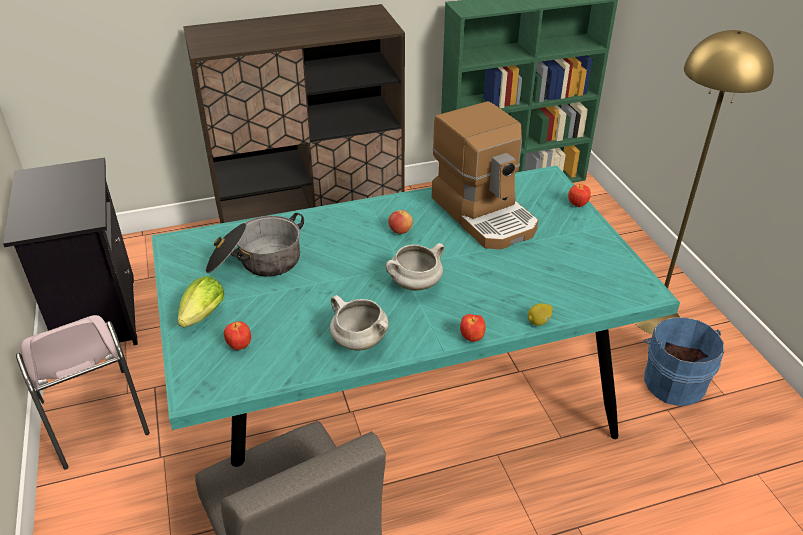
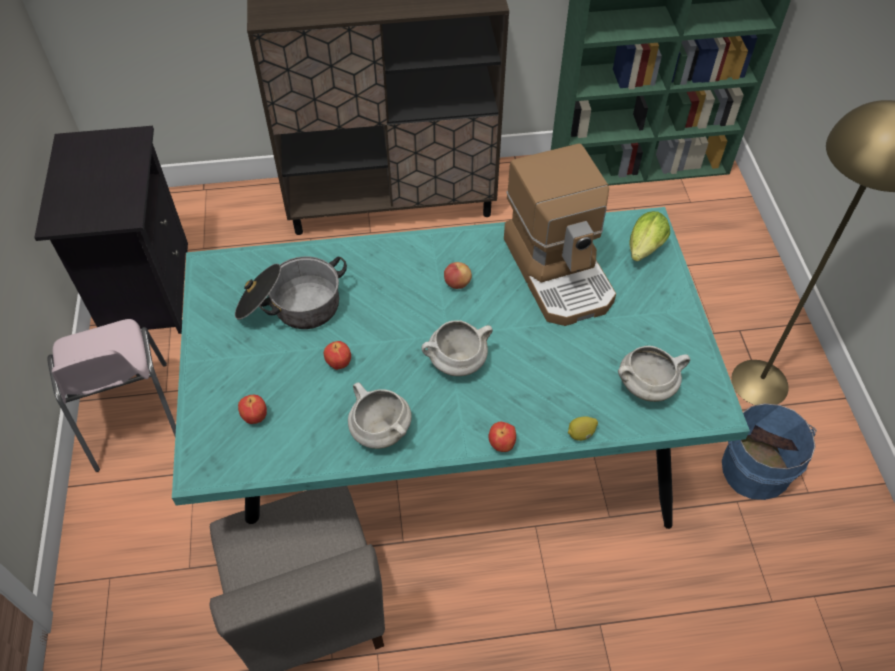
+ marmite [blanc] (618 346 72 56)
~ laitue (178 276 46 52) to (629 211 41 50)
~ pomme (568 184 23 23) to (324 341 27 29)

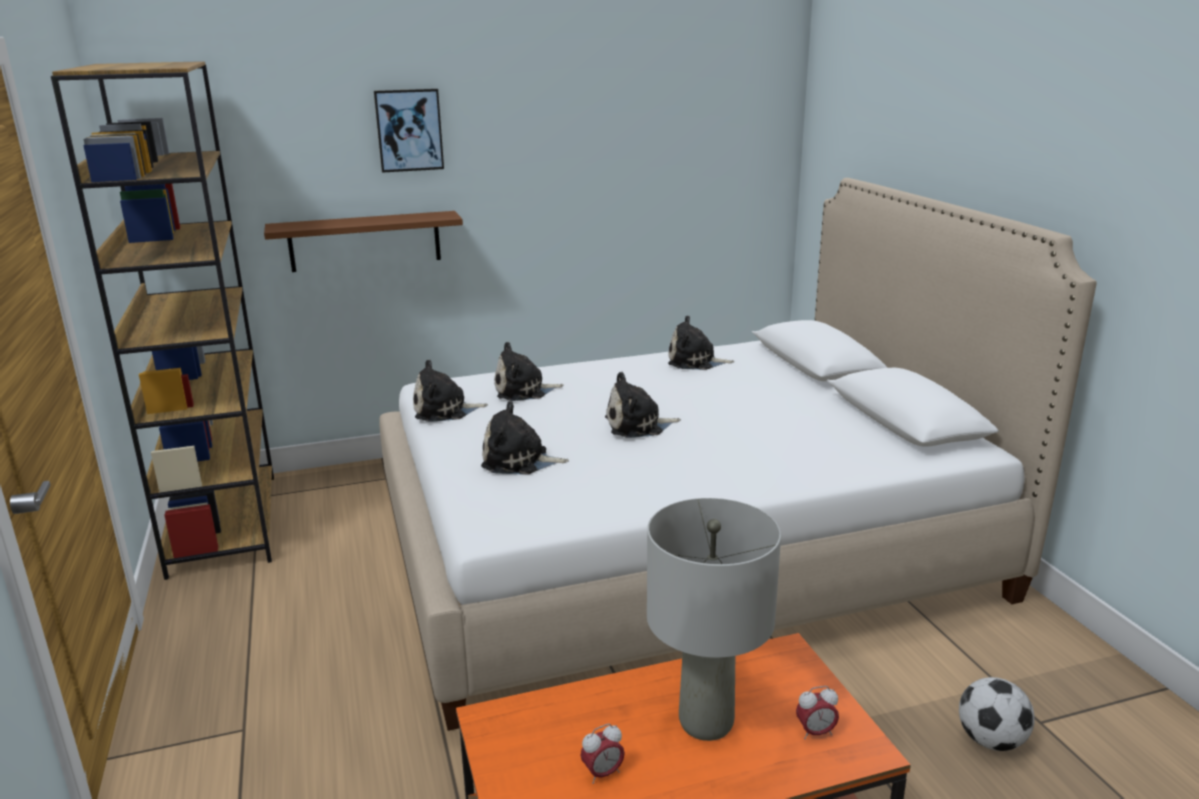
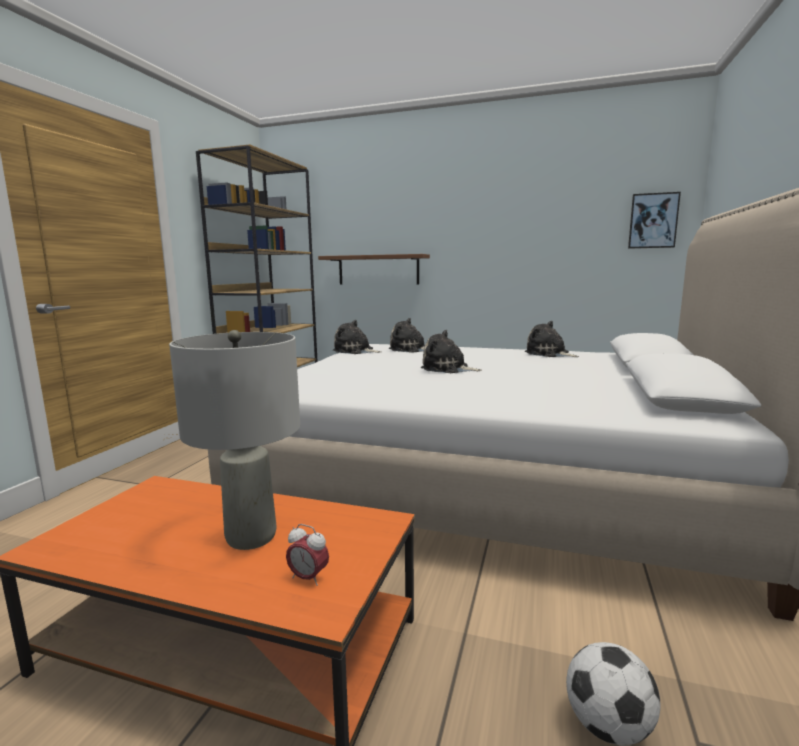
- peluche (481 401 88 73)
- réveil (580 724 45 60)
~ tableau (374 89 70 84) to (628 192 53 57)

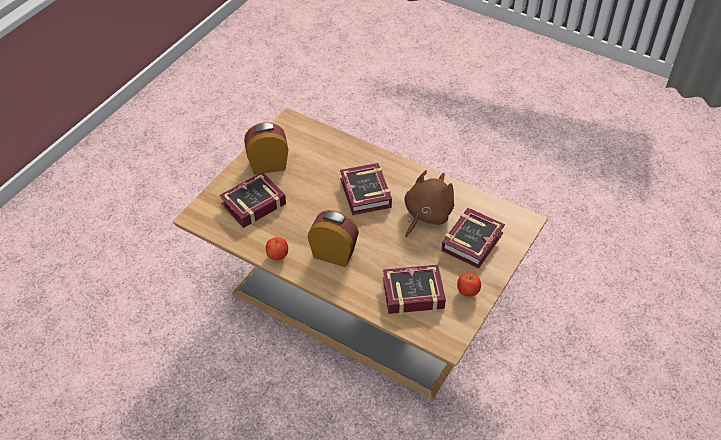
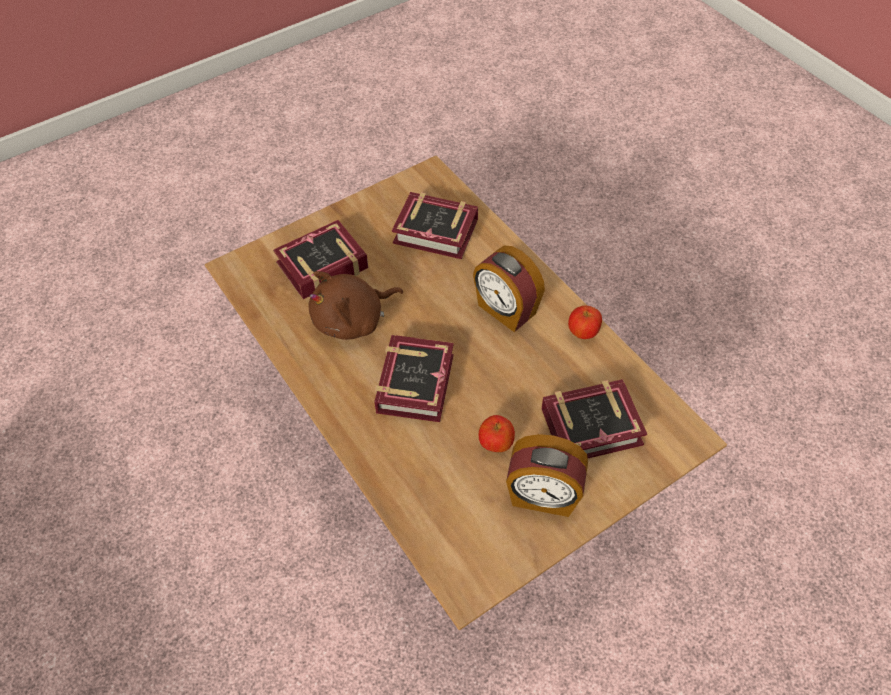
~ pomme (457 273 24 24) to (479 415 36 37)

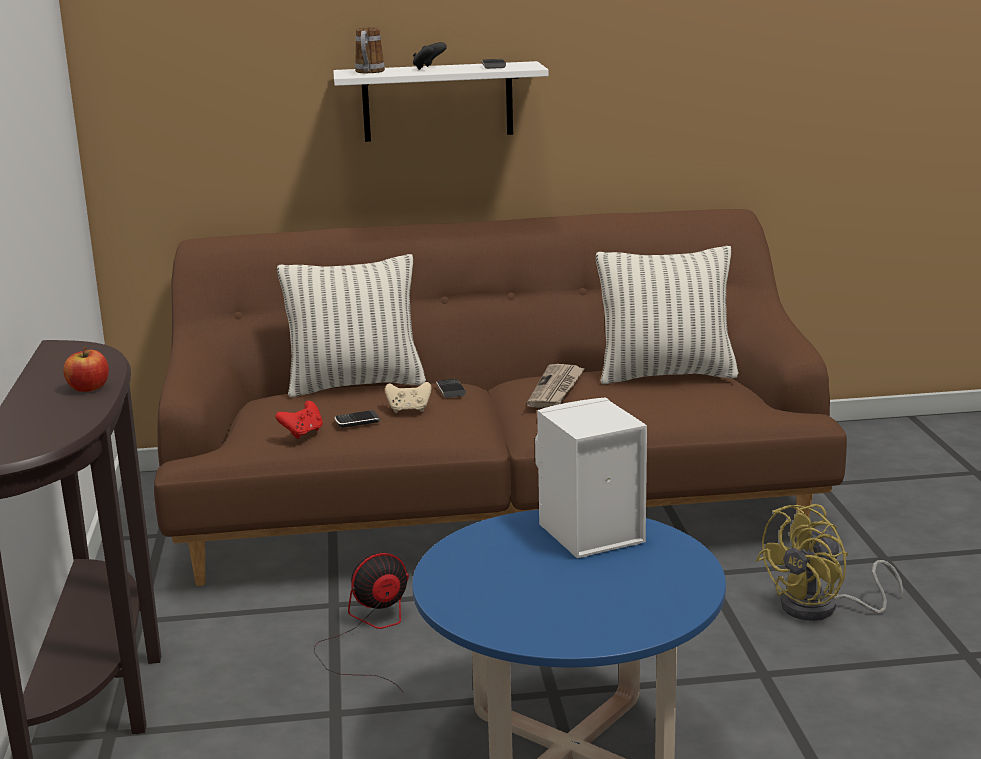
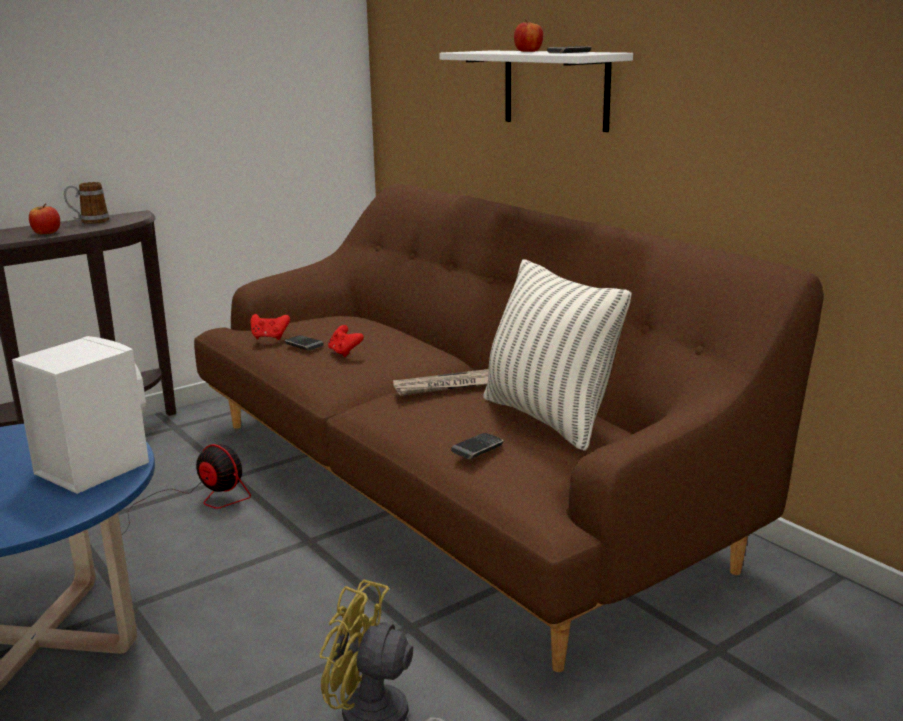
- coussin (277 254 149 143)
~ mug (355 27 30 46) to (64 182 45 42)
~ téléphone (436 379 30 19) to (451 433 52 26)
~ manette [noir] (413 42 34 28) to pomme (514 19 29 33)
~ manette [beige] (385 382 46 31) to manette [rouge] (328 325 36 32)

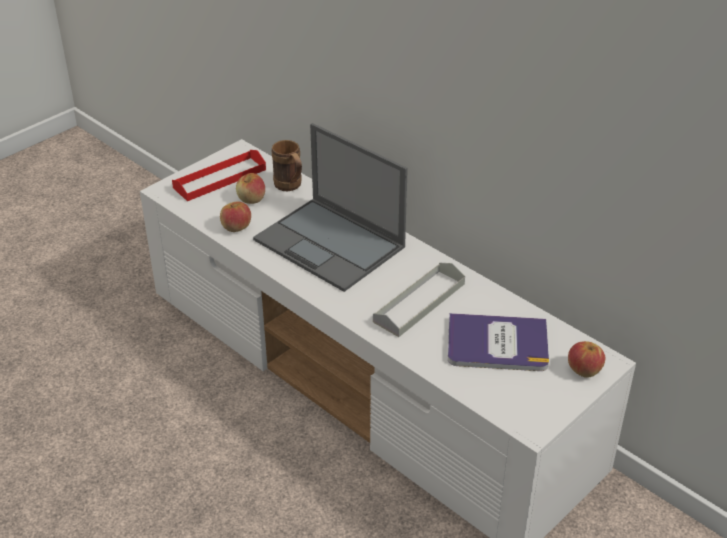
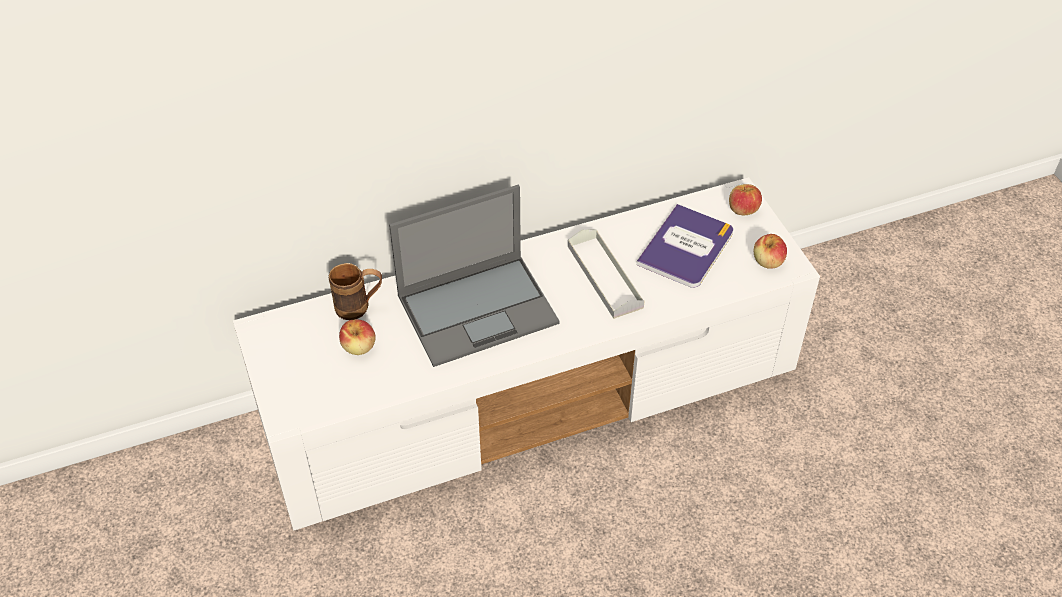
- plateau [rouge] (172 150 94 51)
~ pomme (220 201 31 31) to (754 234 33 35)

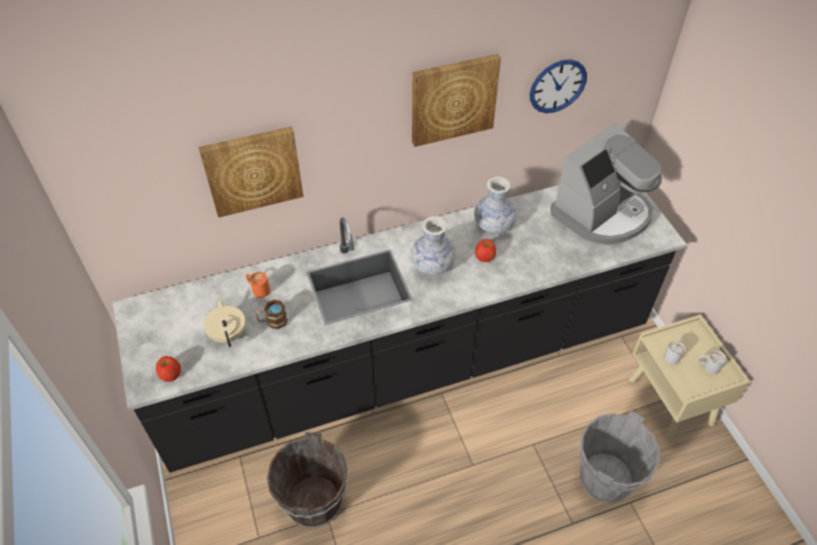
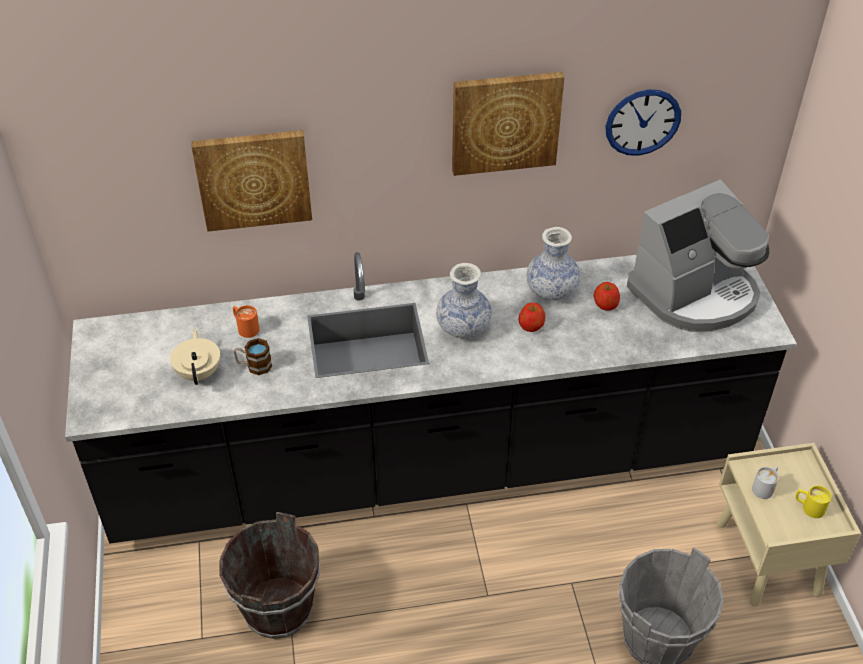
~ pomme (156 356 25 26) to (594 282 26 29)
~ mug [blanc] (698 350 28 24) to mug [jaune] (795 486 36 32)

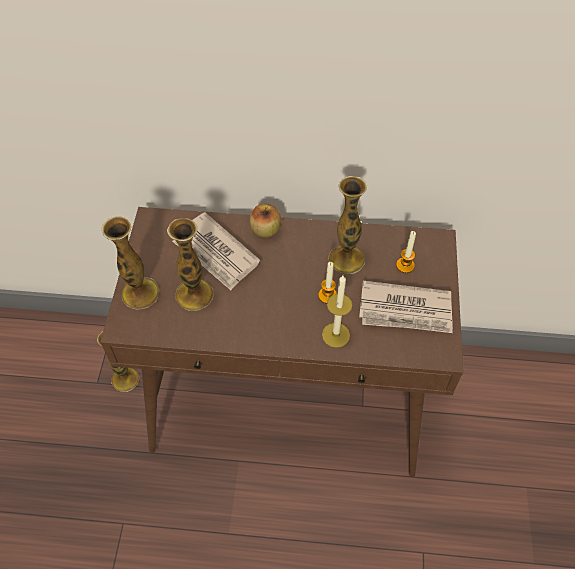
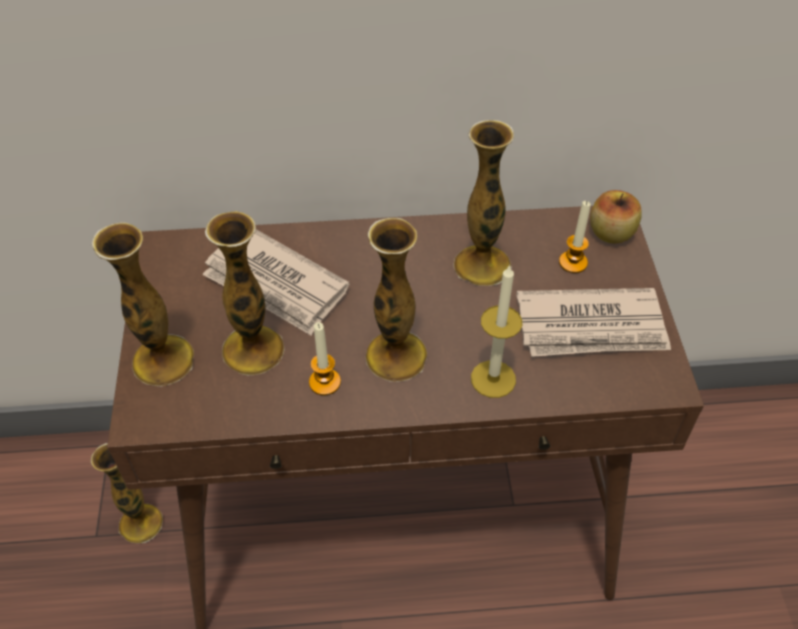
+ vase (366 218 61 164)
~ pomme (250 204 31 33) to (590 190 52 54)
~ bougie (318 262 19 42) to (309 322 32 74)

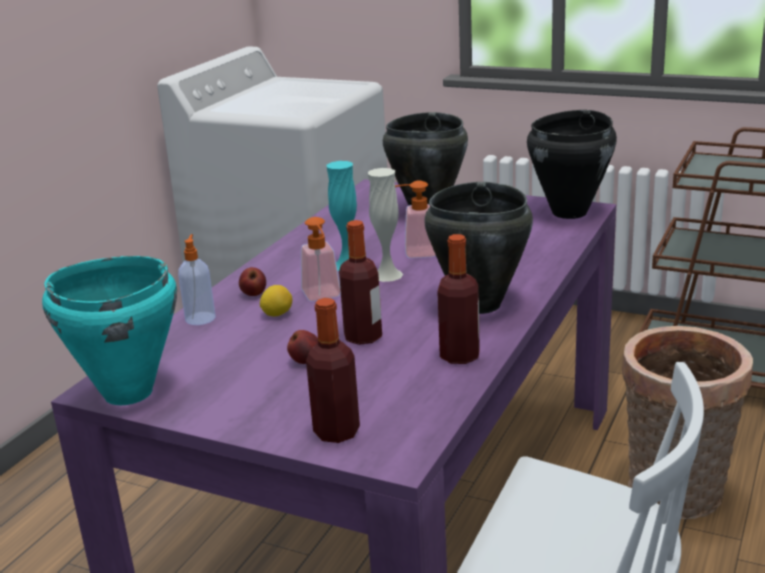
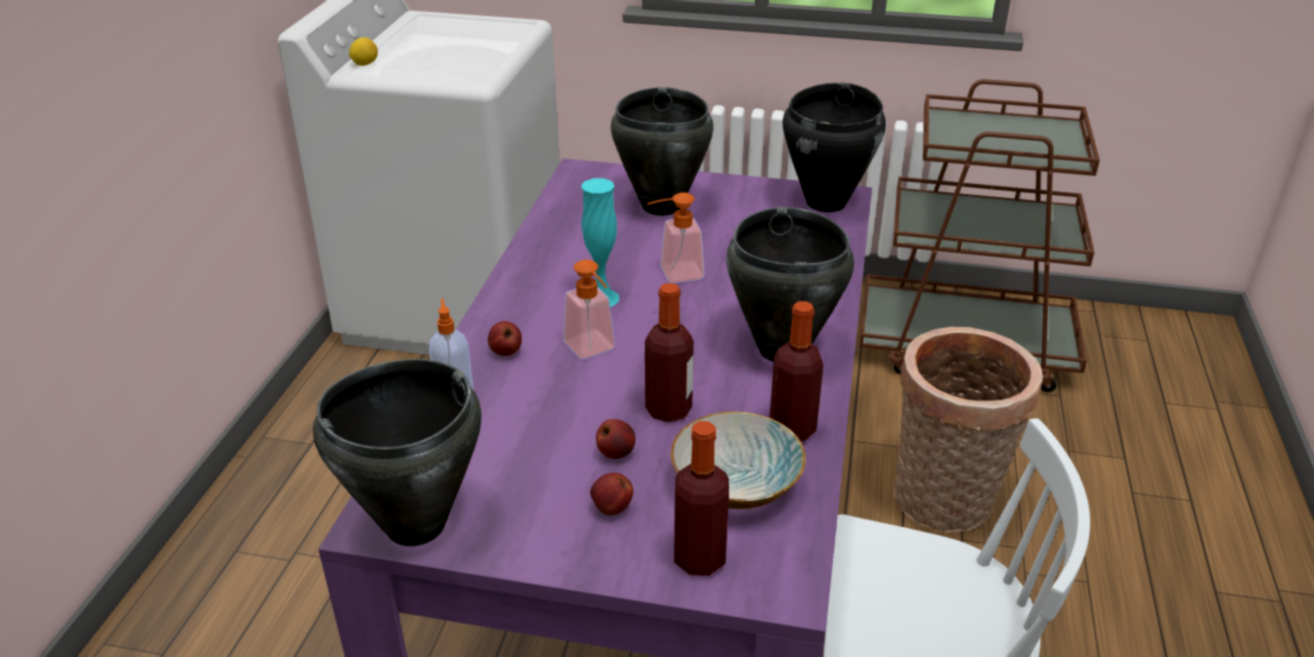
- vase [blanc] (368 168 35 114)
+ pomme (590 473 43 43)
+ bol (671 411 135 98)
~ citron (260 285 32 32) to (349 37 29 29)
~ marmite [turquoise] (42 256 135 149) to marmite [noir] (313 359 169 187)

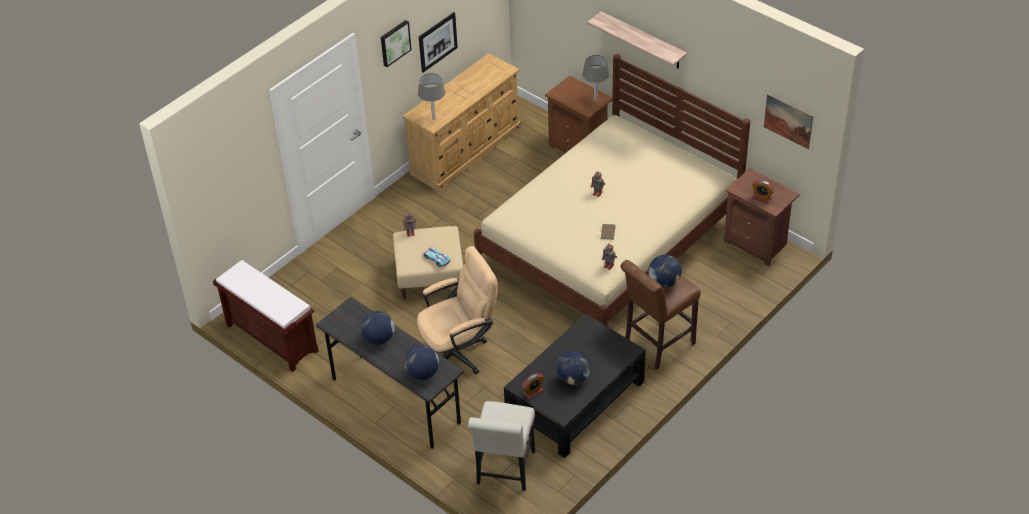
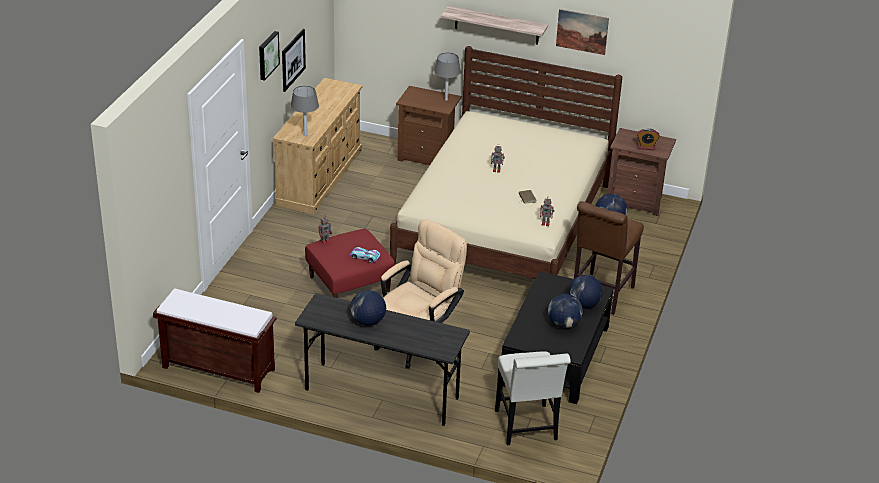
- réveil (522 373 22 26)
~ globe (404 345 35 35) to (569 275 34 33)
~ tableau (764 94 49 55) to (556 9 53 46)
~ pouf [beige] (393 226 70 73) to pouf [rouge] (305 229 90 69)

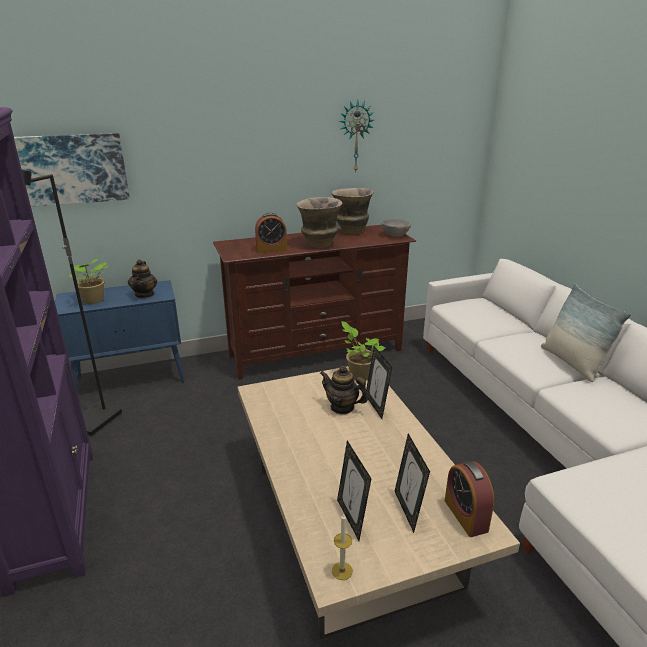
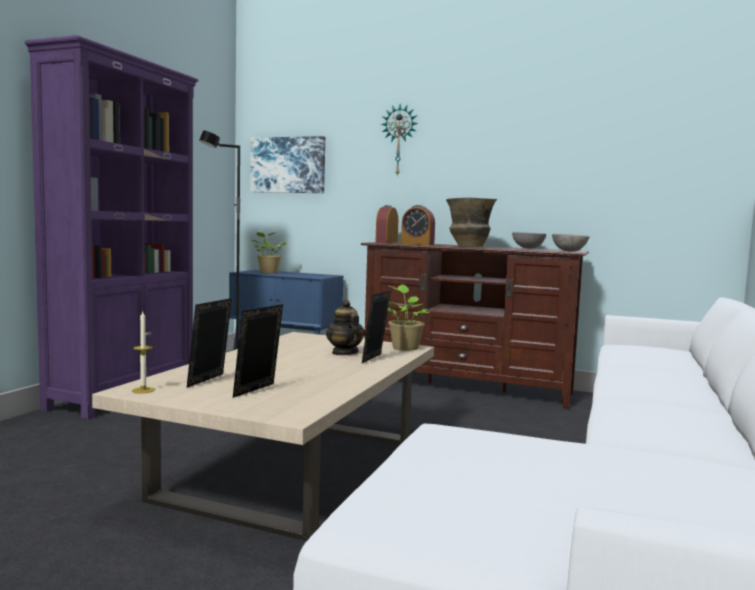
- théière (128 259 29 39)
- coussin (541 284 90 98)
~ horloge murale (339 100 35 73) to (381 104 37 73)
~ réveil (445 461 49 76) to (375 205 23 38)
~ vase (331 188 43 46) to bol [gris] (512 232 34 17)

